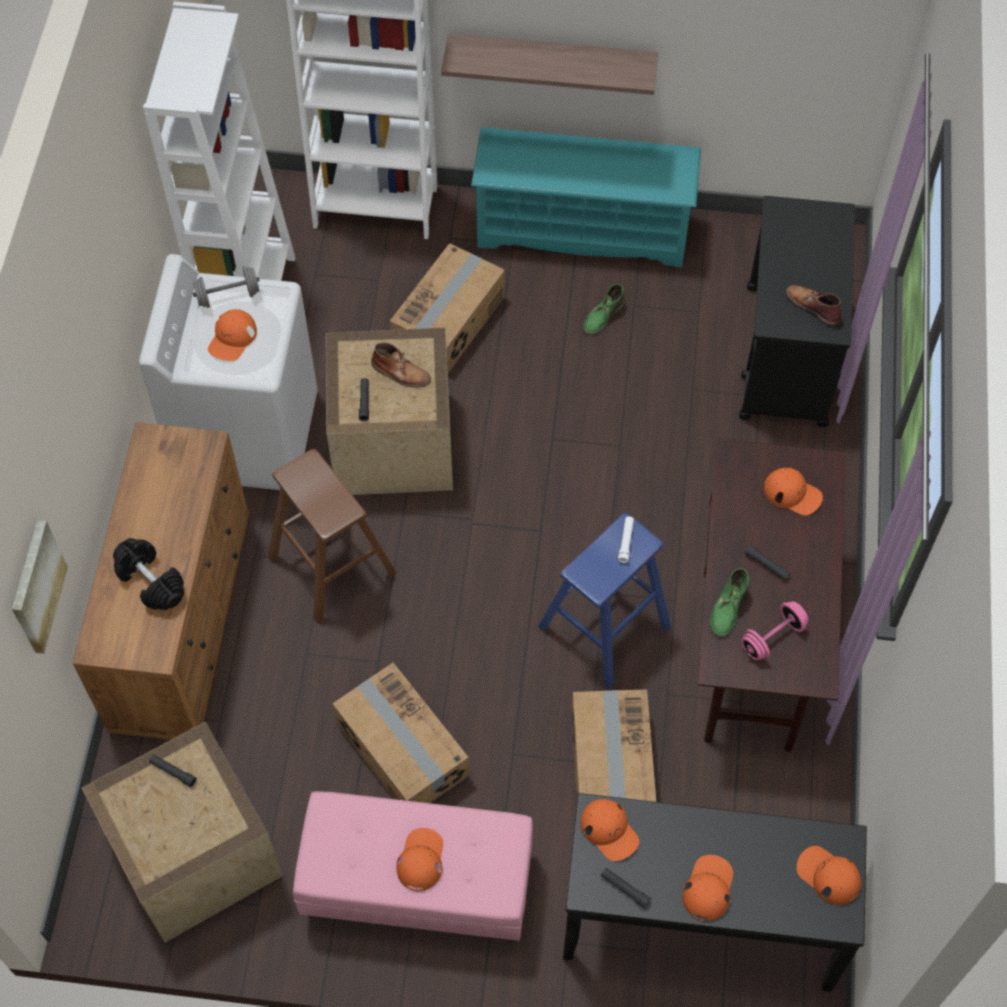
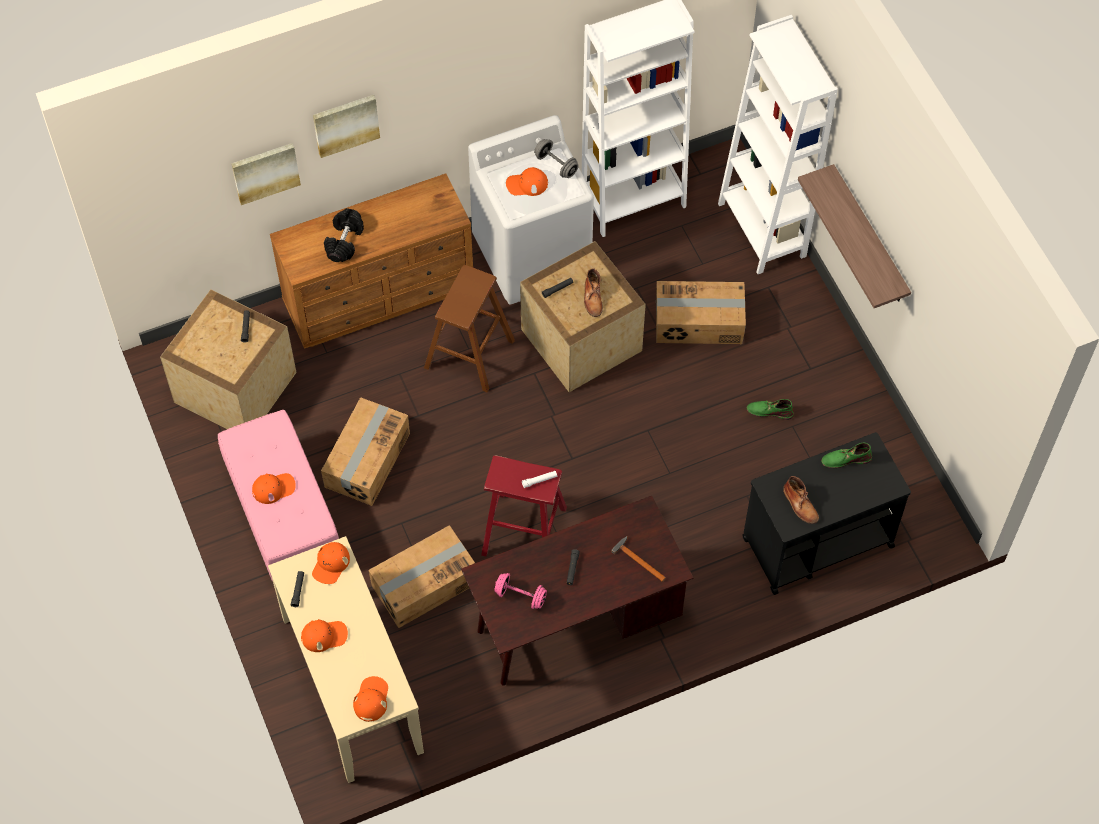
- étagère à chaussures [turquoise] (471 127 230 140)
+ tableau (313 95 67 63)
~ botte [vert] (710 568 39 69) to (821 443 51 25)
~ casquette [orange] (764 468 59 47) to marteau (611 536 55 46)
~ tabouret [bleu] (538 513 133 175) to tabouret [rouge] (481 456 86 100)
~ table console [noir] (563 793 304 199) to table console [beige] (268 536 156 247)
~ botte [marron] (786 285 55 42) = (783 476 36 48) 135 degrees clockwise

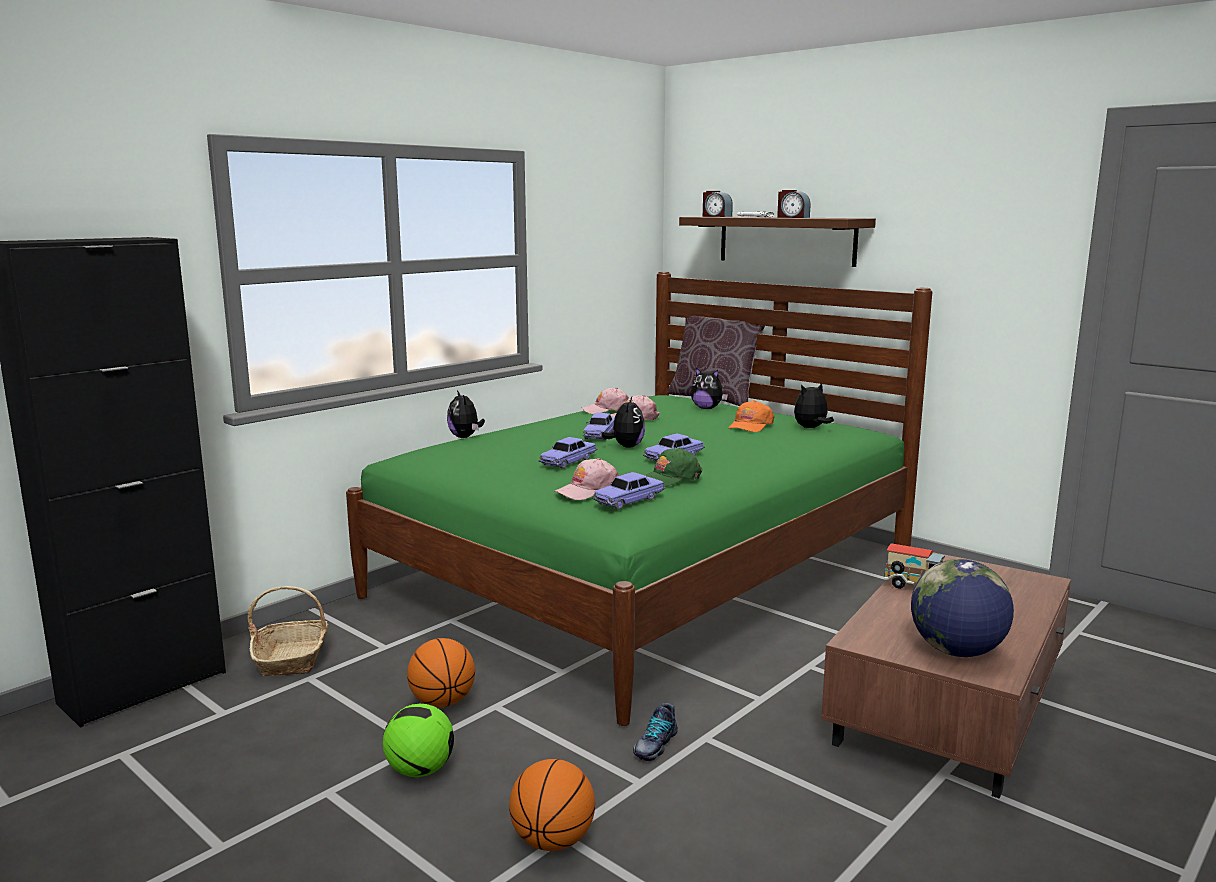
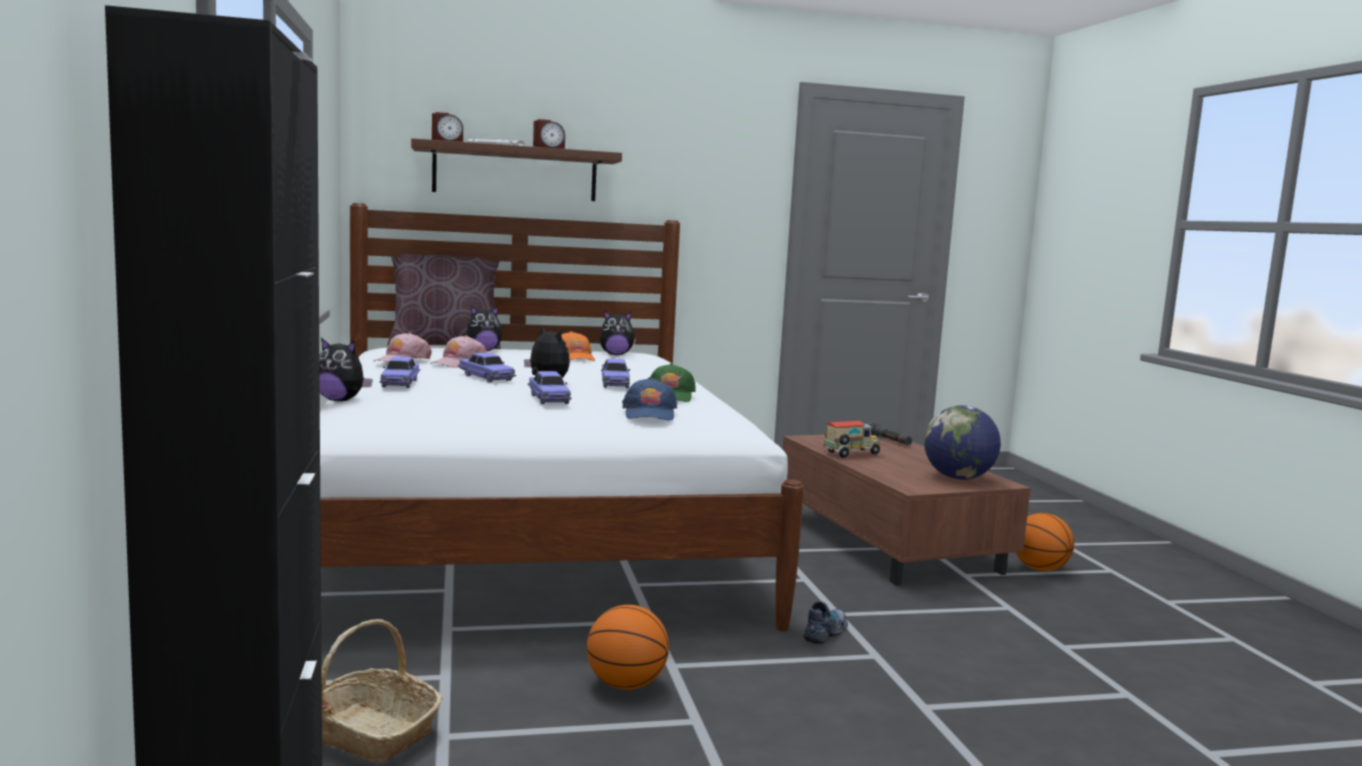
- ballon de foot (383 704 71 73)
+ lampe de poche [noir] (868 423 44 22)
~ ballon de basket (509 759 86 92) to (1015 513 59 58)
~ petite voiture (592 472 74 37) to (380 357 40 31)
~ lit [vert] (346 271 586 455) to lit [blanc] (320 203 484 428)
~ casquette [rose] (554 458 65 42) to casquette [bleu] (622 378 55 42)
~ chaussure (633 703 45 59) = (803 601 45 43) 120 degrees counterclockwise
~ peluche (794 383 40 45) = (599 311 37 44) 105 degrees counterclockwise

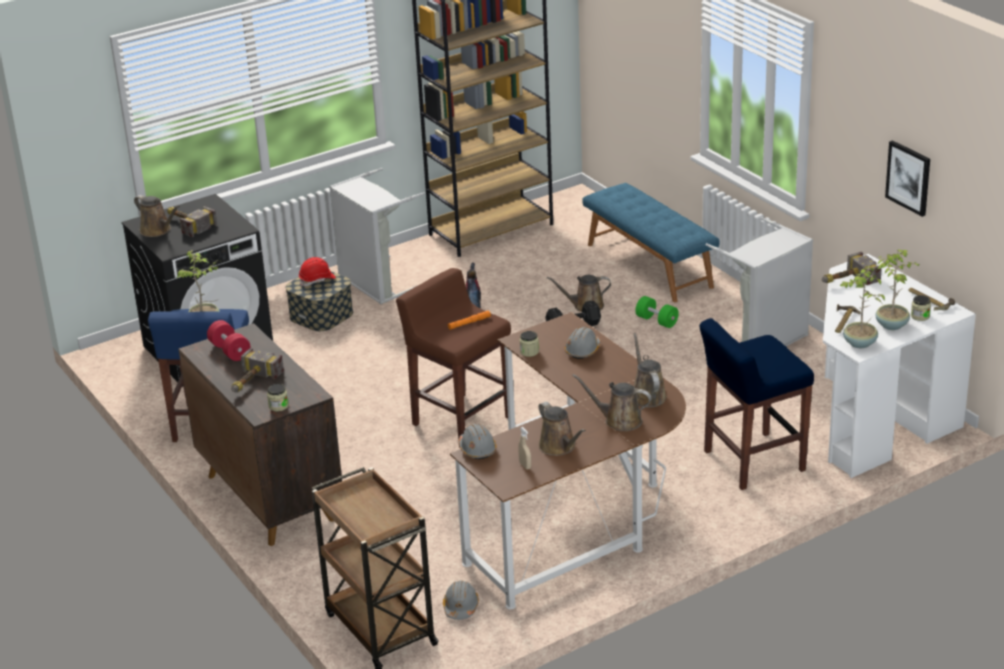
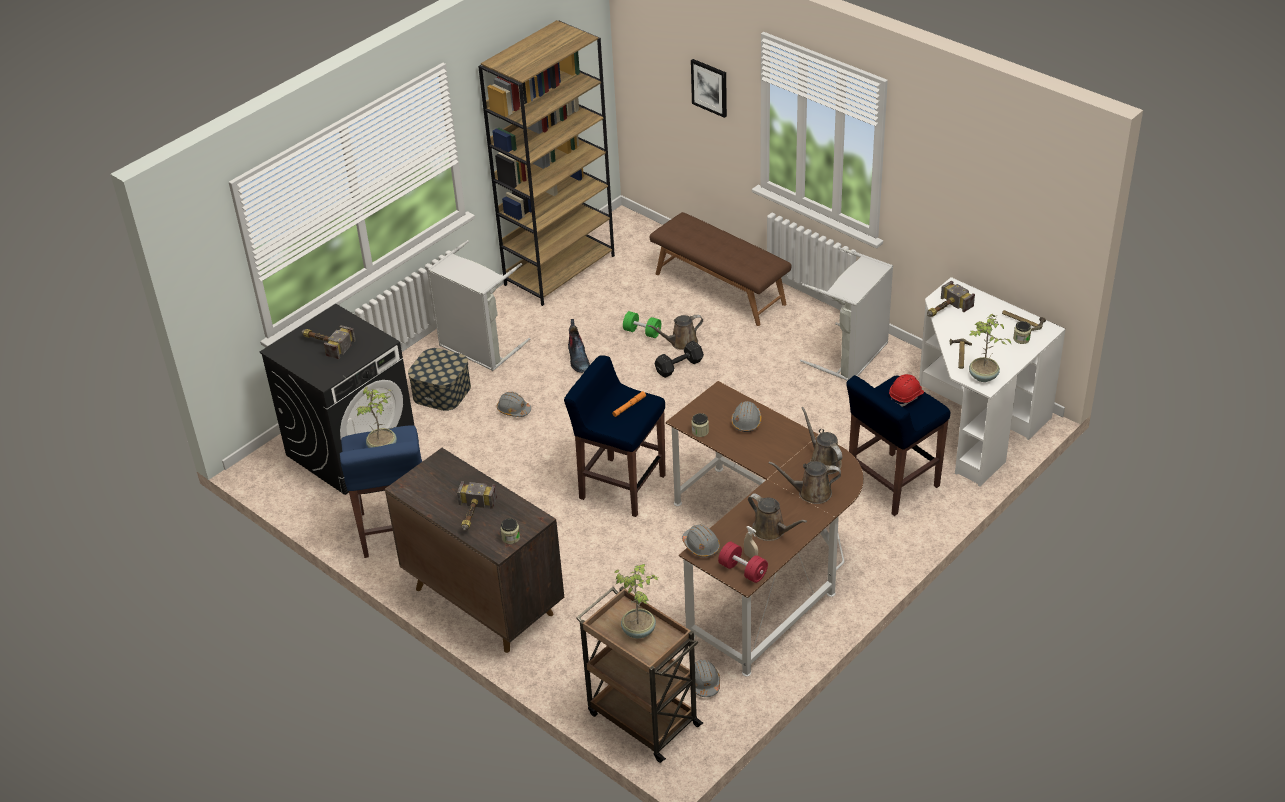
- arrosoir [marron] (134 195 46 42)
+ casque de chantier [gris] (497 392 34 25)
~ haltère [rouge] (207 320 43 41) to (718 542 50 41)
~ casque de chantier [rouge] (299 257 37 30) to (889 374 35 33)
~ haltère [vert] (635 296 44 32) to (623 311 38 27)
~ plante en pot (875 250 44 80) to (614 564 44 74)
~ tableau (885 140 45 77) to (691 59 36 59)
~ tabouret [marron] (396 268 115 180) to tabouret [bleu] (564 355 102 162)
~ banc [bleu] (582 183 138 119) to banc [marron] (650 212 142 114)

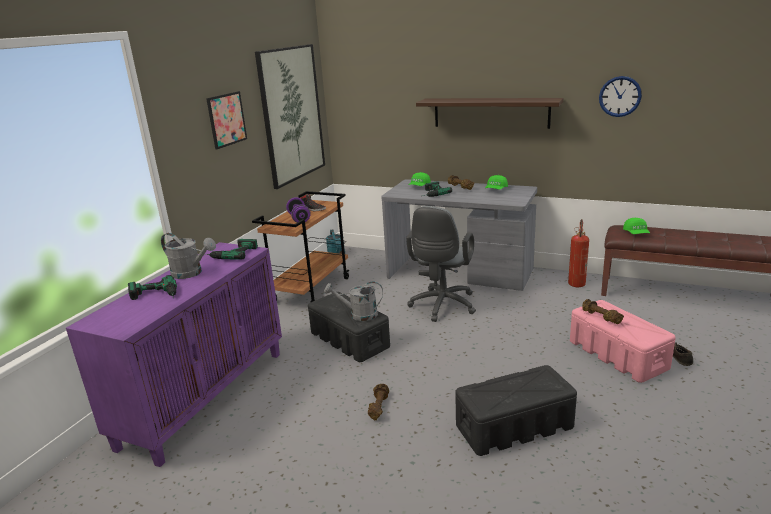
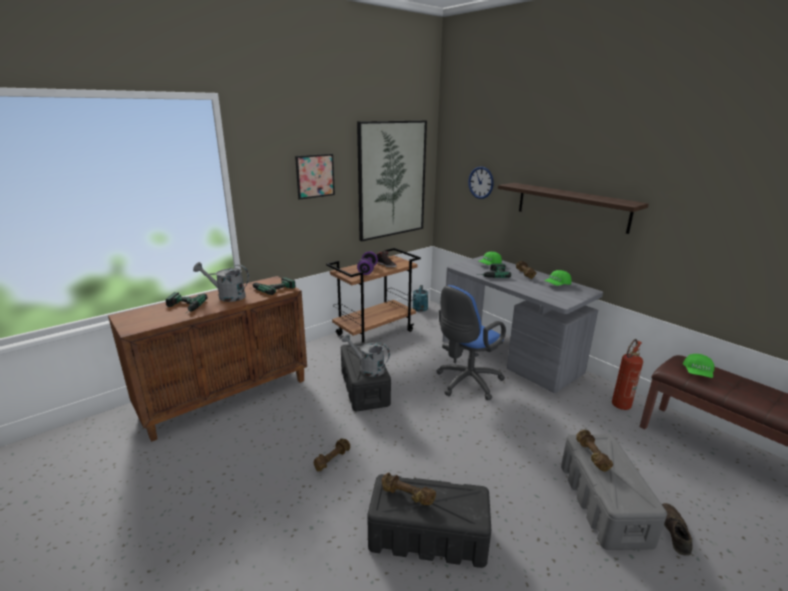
+ haltère [marron] (382 473 54 32)
~ horloge murale (599 76 43 41) to (468 166 26 33)
~ meuble de rangement [violet] (66 242 216 225) to meuble de rangement [marron] (108 276 199 166)
~ chaise de bureau [gris] (406 206 70 116) to chaise de bureau [bleu] (436 285 70 115)
~ boîte de rangement [rose] (570 300 106 83) to boîte de rangement [gris] (561 434 106 116)
~ arrosoir [gris] (161 233 55 46) = (193 262 56 40) 135 degrees clockwise

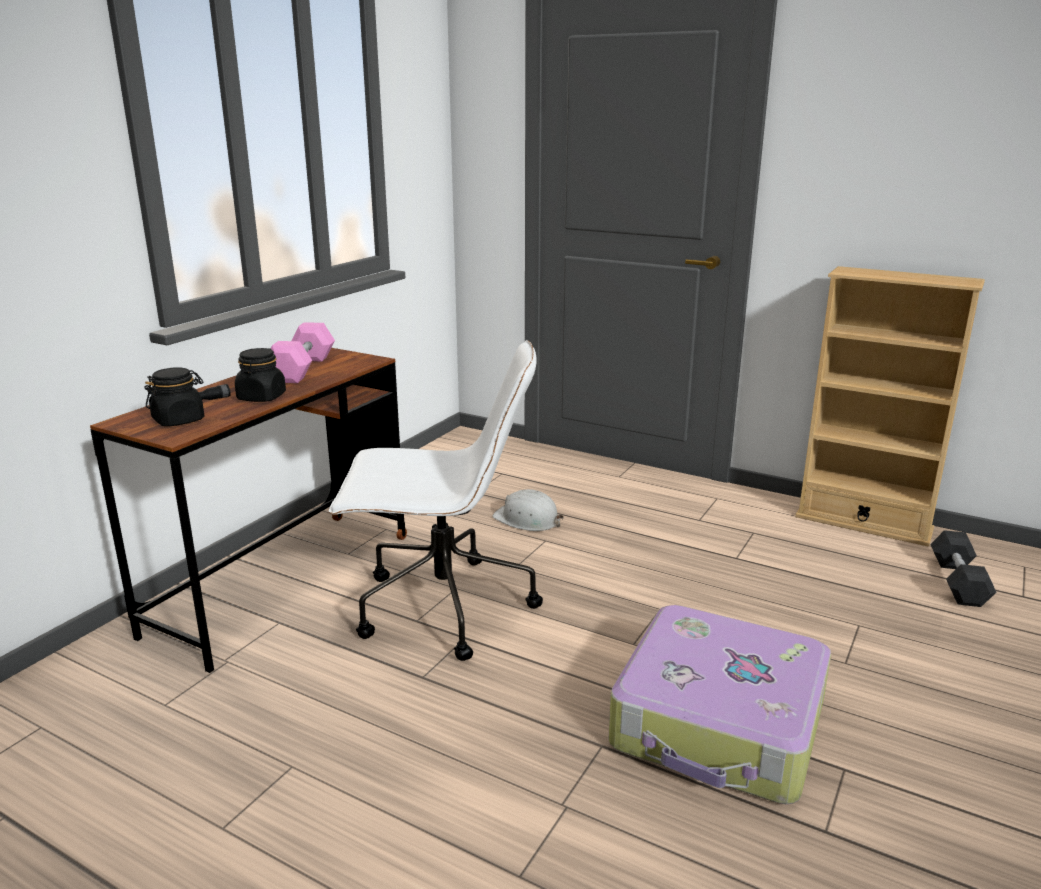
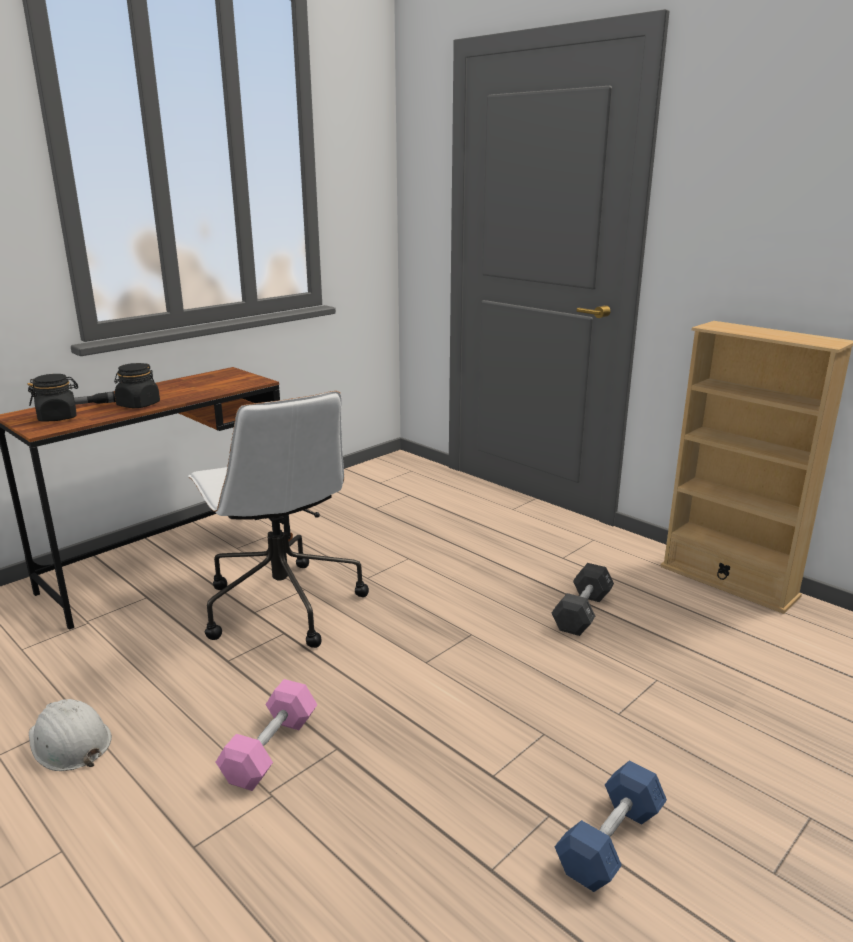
- valise (609 605 222 199)
+ haltère [bleu] (554 760 113 132)
~ haltère [rose] (271 322 64 61) to (216 679 102 112)
~ casque de chantier [blanc] (492 489 72 42) to (29 699 83 72)
~ haltère [noir] (930 530 66 77) to (552 563 62 73)
~ chaise de bureau [blanc] (328 340 215 321) = (188 391 181 257) 45 degrees clockwise

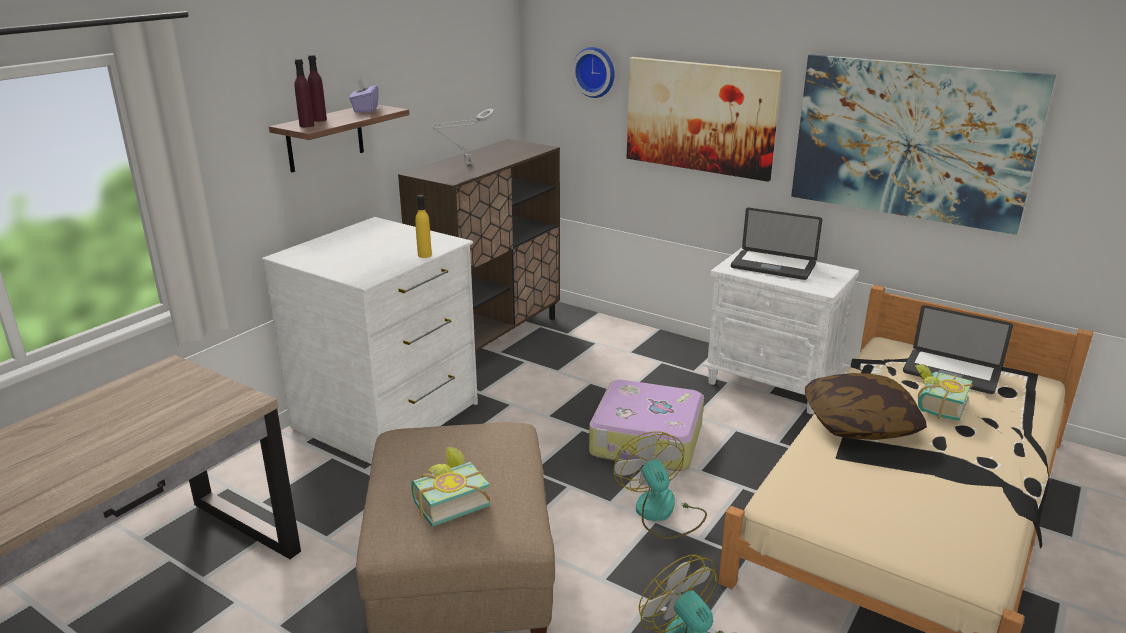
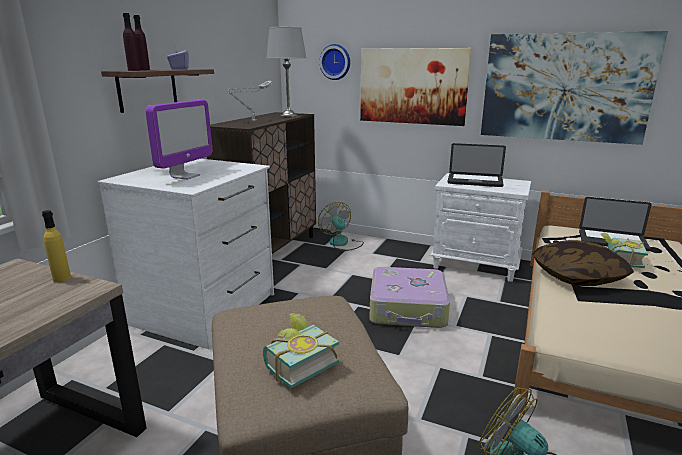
+ écran d'ordinateur (146 100 66 80)
+ lampe de table [gris] (266 27 40 90)
~ bouteille [jaune] (415 195 17 63) to (42 210 29 72)
~ ventilateur (613 431 94 108) to (318 202 46 49)

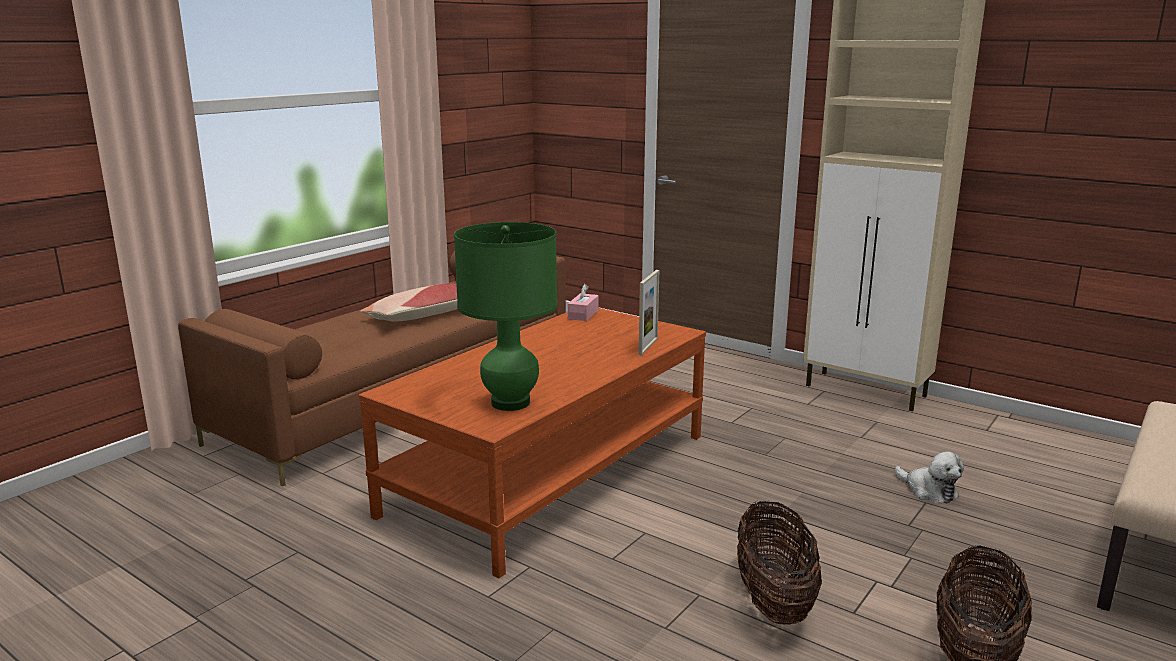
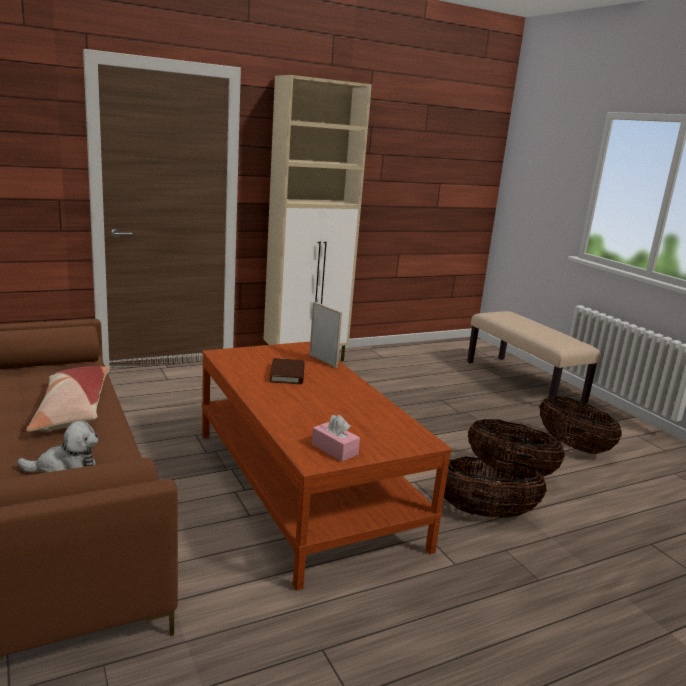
- lampe de table [vert] (454 222 103 189)
+ livre [marron] (269 358 36 26)
+ panier (444 457 103 61)
~ boîte à mouchoirs [rose] (568 284 31 37) to (312 415 48 46)
~ peluche (895 452 69 52) to (17 421 81 52)

